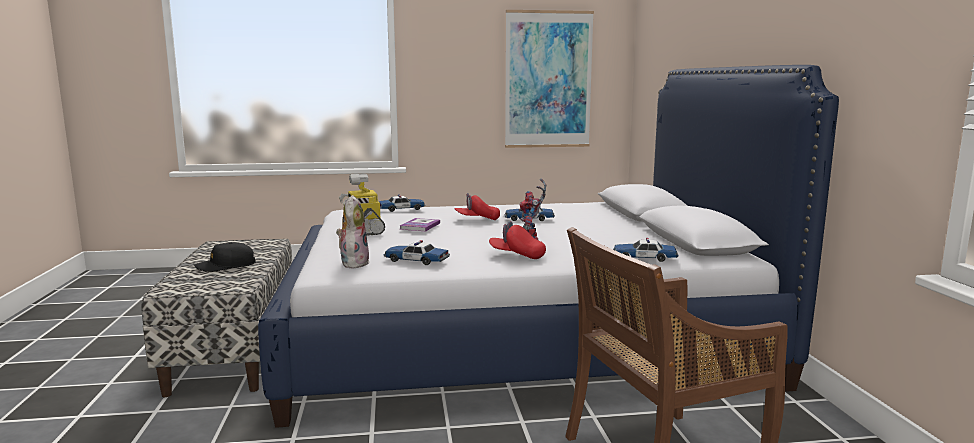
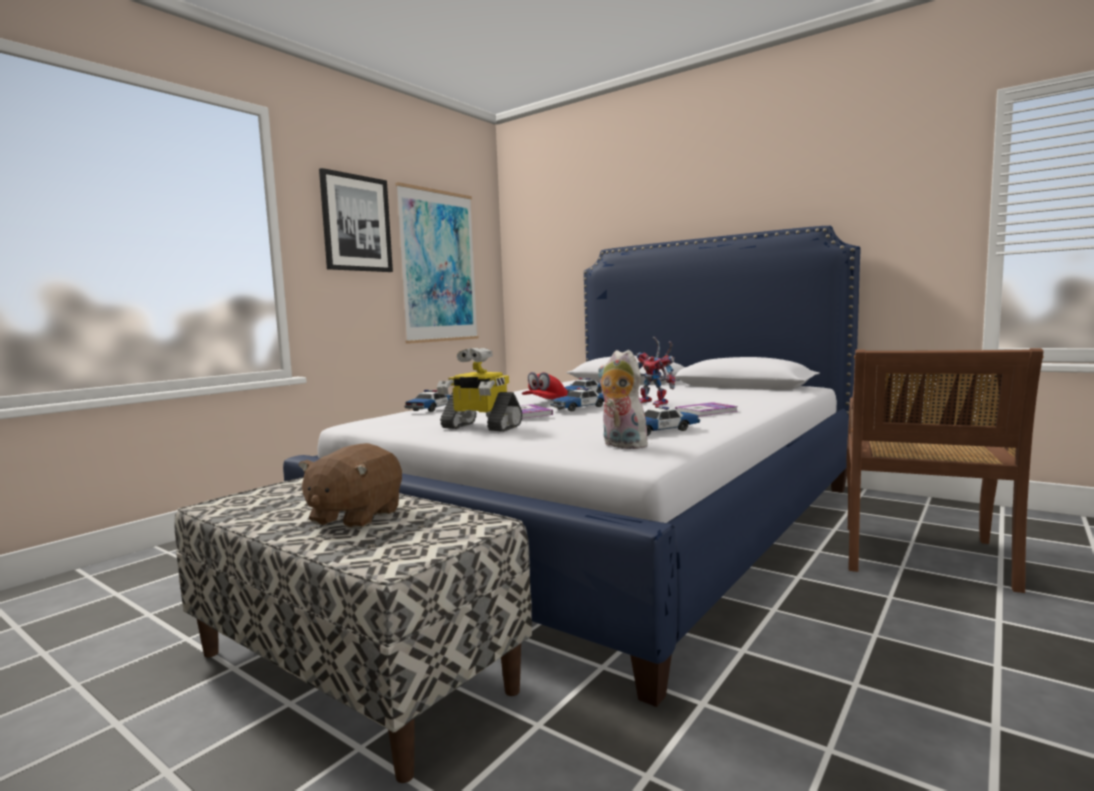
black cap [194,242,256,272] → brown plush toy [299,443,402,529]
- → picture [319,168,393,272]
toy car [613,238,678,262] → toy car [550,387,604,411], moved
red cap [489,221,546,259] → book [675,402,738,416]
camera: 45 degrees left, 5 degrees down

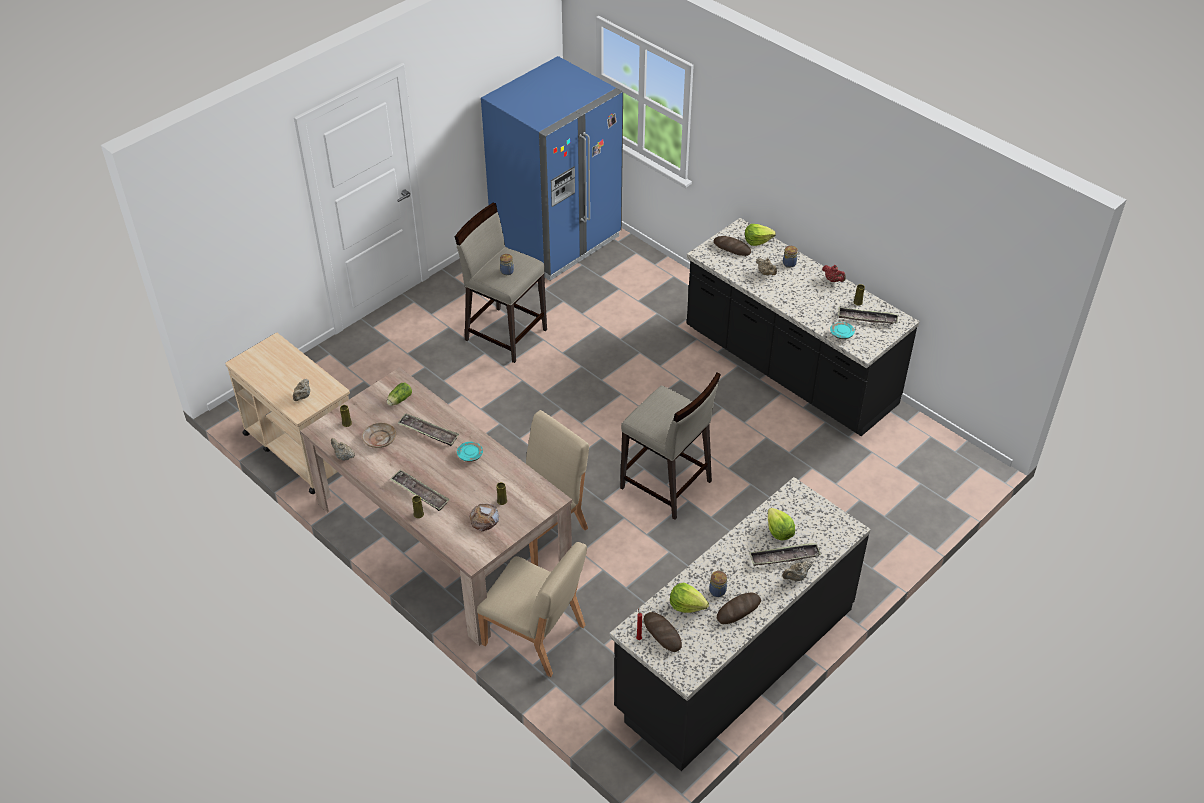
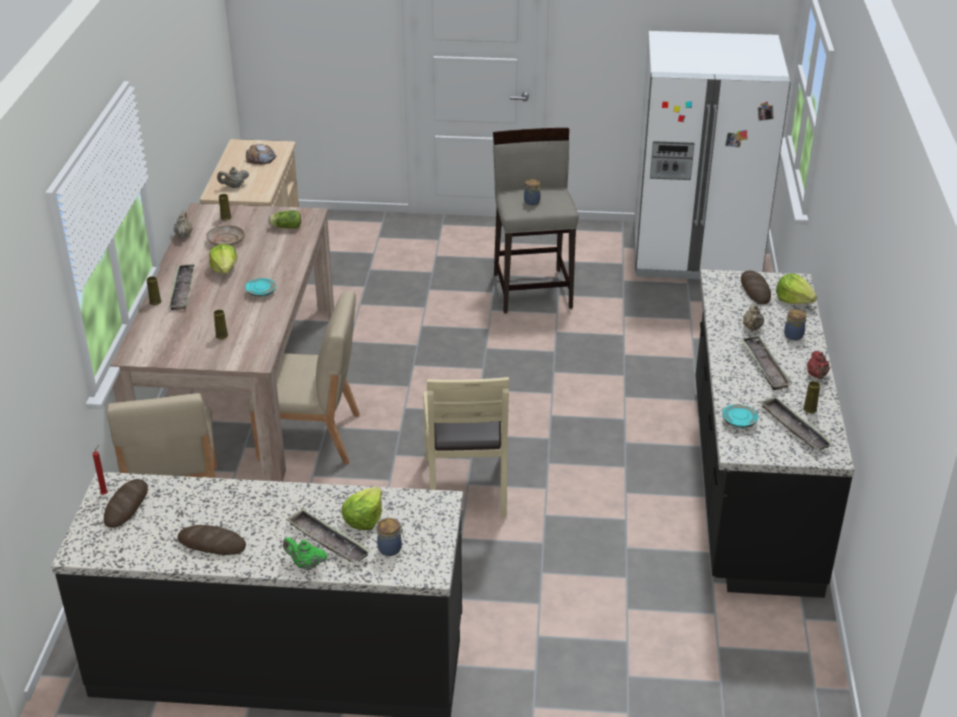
lettuce [670,582,709,613] → lettuce [209,244,237,274], moved
bread [469,504,499,532] → bread [246,144,276,164], moved
beige teapot [782,561,812,581] → green teapot [283,537,327,570]
jar [709,570,727,597] → jar [377,518,404,556], moved
beige stool [620,372,721,520] → beige chair [423,377,509,517]
blue fridge [481,56,623,281] → white fridge [634,31,791,279]
tray [397,413,459,446] → tray [740,335,792,390], moved
camera: 50 degrees right, 10 degrees down

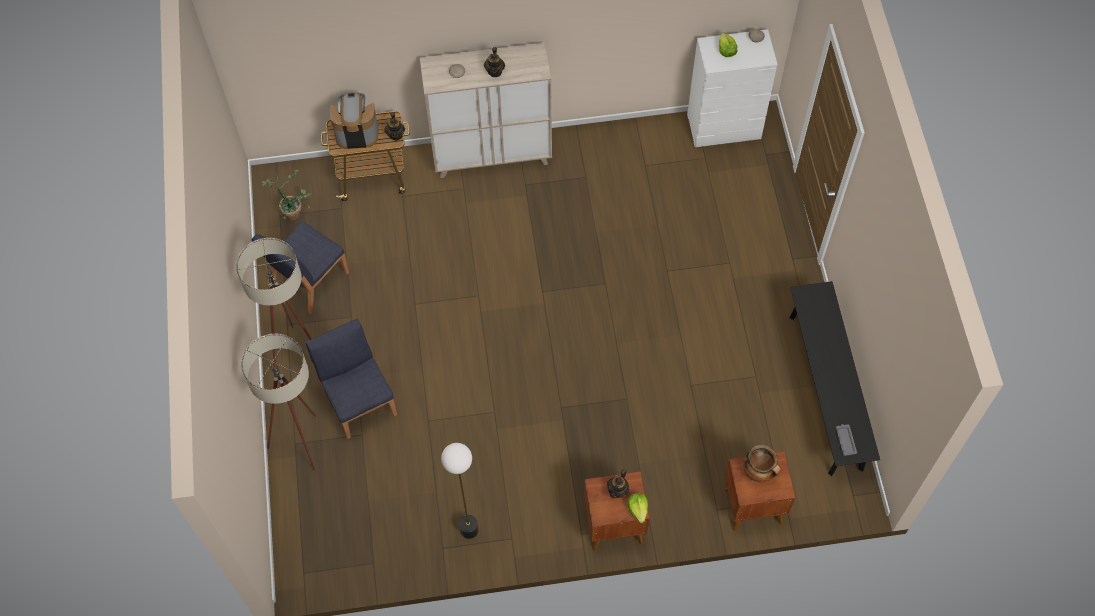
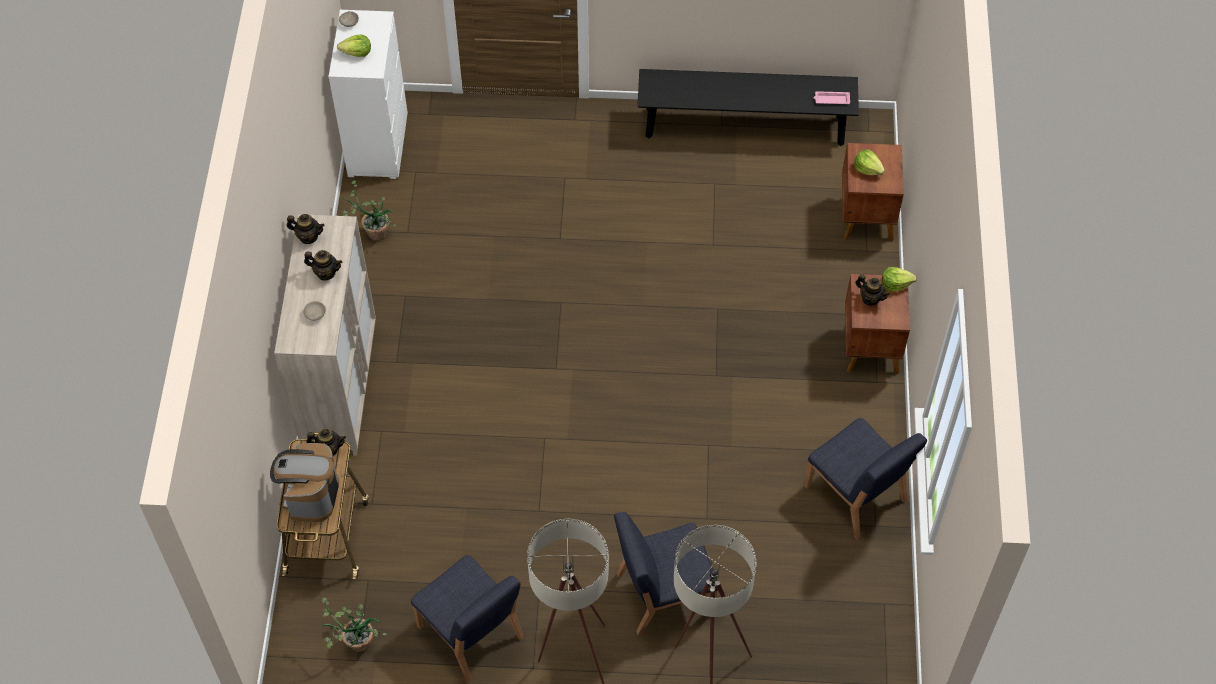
- → teapot [287,214,325,244]
- → potted plant [342,180,397,241]
floor lamp [441,443,478,539] → blue chair [804,418,927,540]
grey tray [836,424,857,456] → pink tray [813,91,850,104]
cooking pot [743,445,781,482] → lettuce [854,149,885,175]
camera: 80 degrees left, 5 degrees down

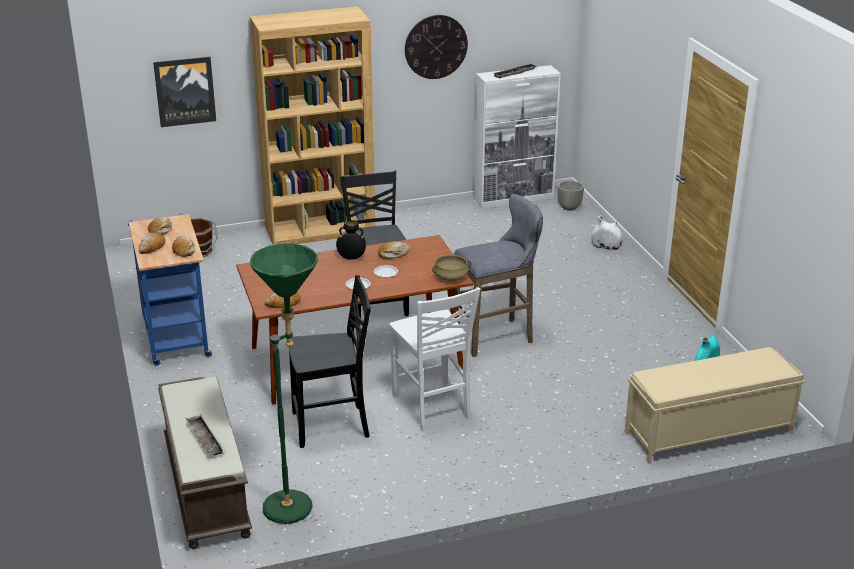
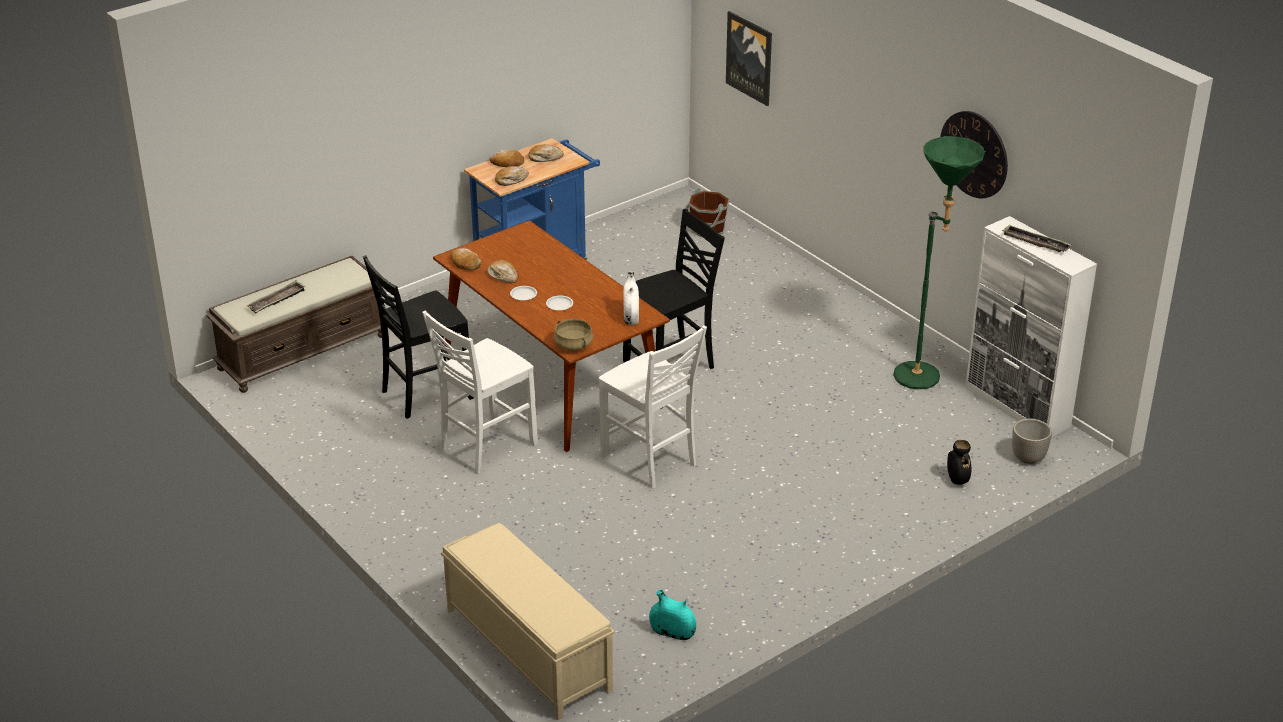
black chair [289,275,371,448] → black chair [363,255,474,419], 90 degrees clockwise
bread [378,241,411,259] → bread [487,260,519,283], moved
grey stool [454,194,543,357] → white chair [599,325,707,489]
white vase [591,216,623,250] → white vase [623,271,639,325], moved
green floor lamp [250,243,318,524] → green floor lamp [893,136,985,389], moved
black vase [336,220,366,260] → black vase [947,440,971,485], moved
brown bookcase [250,7,376,245] → -
camera: 70 degrees right, 5 degrees up

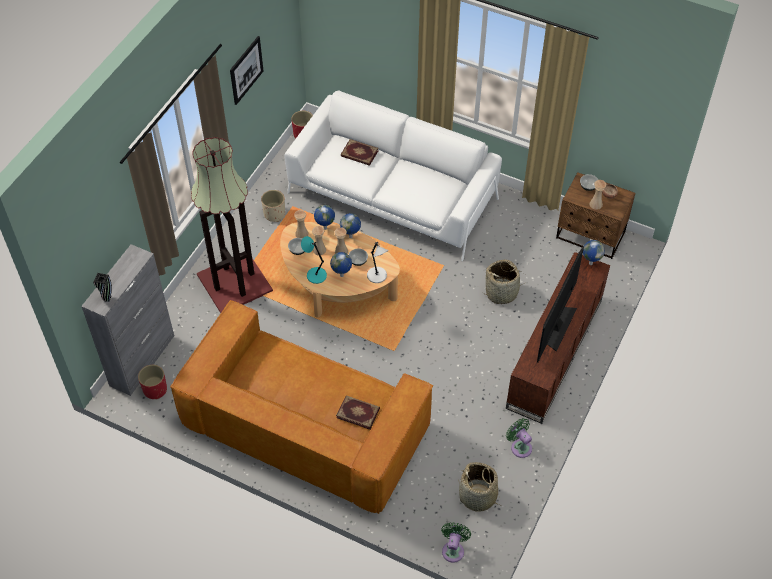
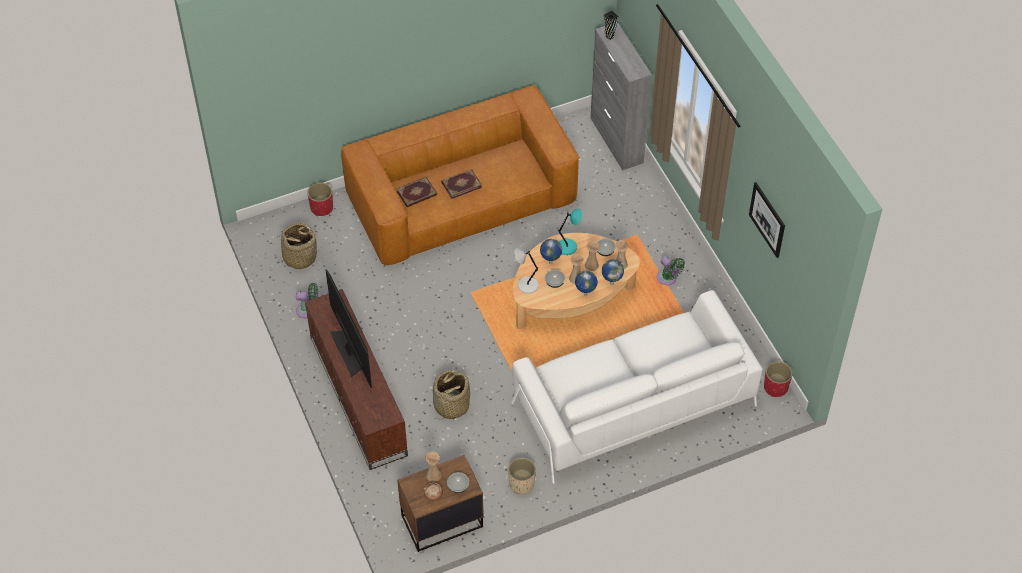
red planter [138,365,167,399] → red planter [307,183,333,216], moved
book [341,139,379,166] → book [441,169,482,199], moved
beige planter [261,190,285,222] → beige planter [508,457,536,494], moved
green fan [441,522,471,563] → green fan [657,256,685,285], moved
floor lamp [191,137,273,313] → -
globe [583,240,605,265] → -
camera: 130 degrees right, 0 degrees up

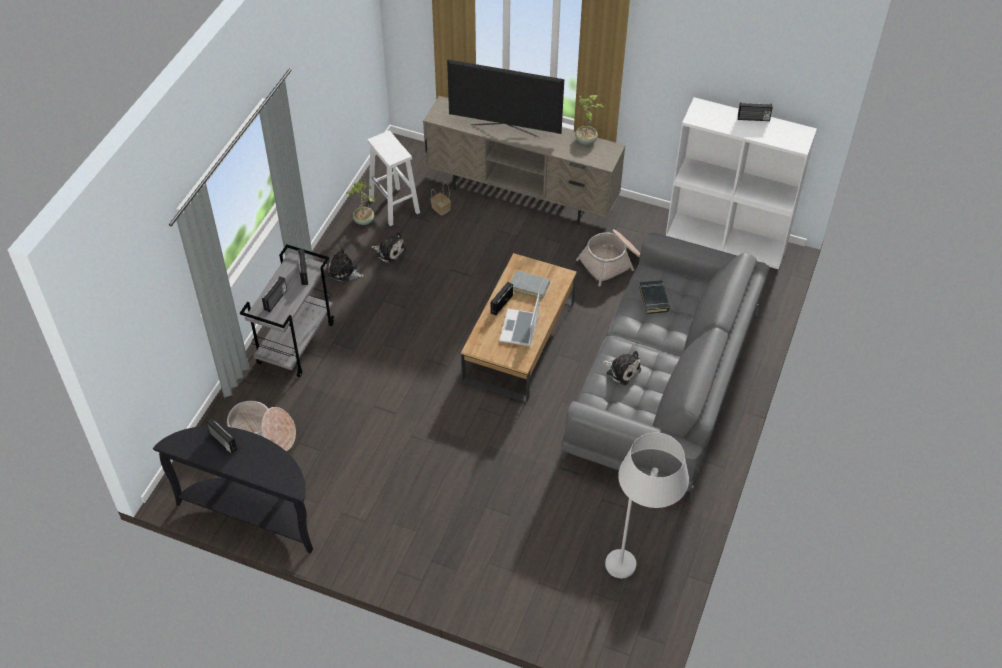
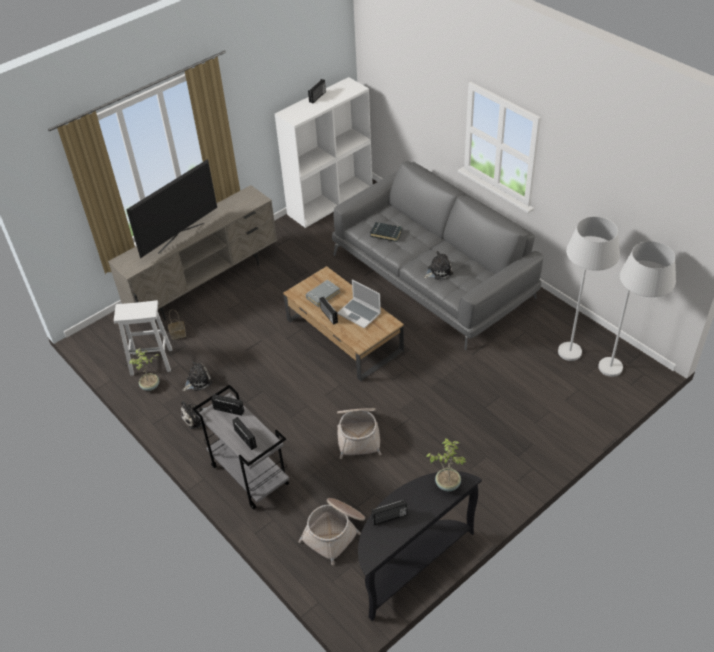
basket [576,229,640,286] → basket [337,408,381,459], moved
potted plant [575,95,603,145] → potted plant [426,438,467,491], moved
- → white floor lamp [598,241,676,377]
camera: 60 degrees left, 5 degrees down

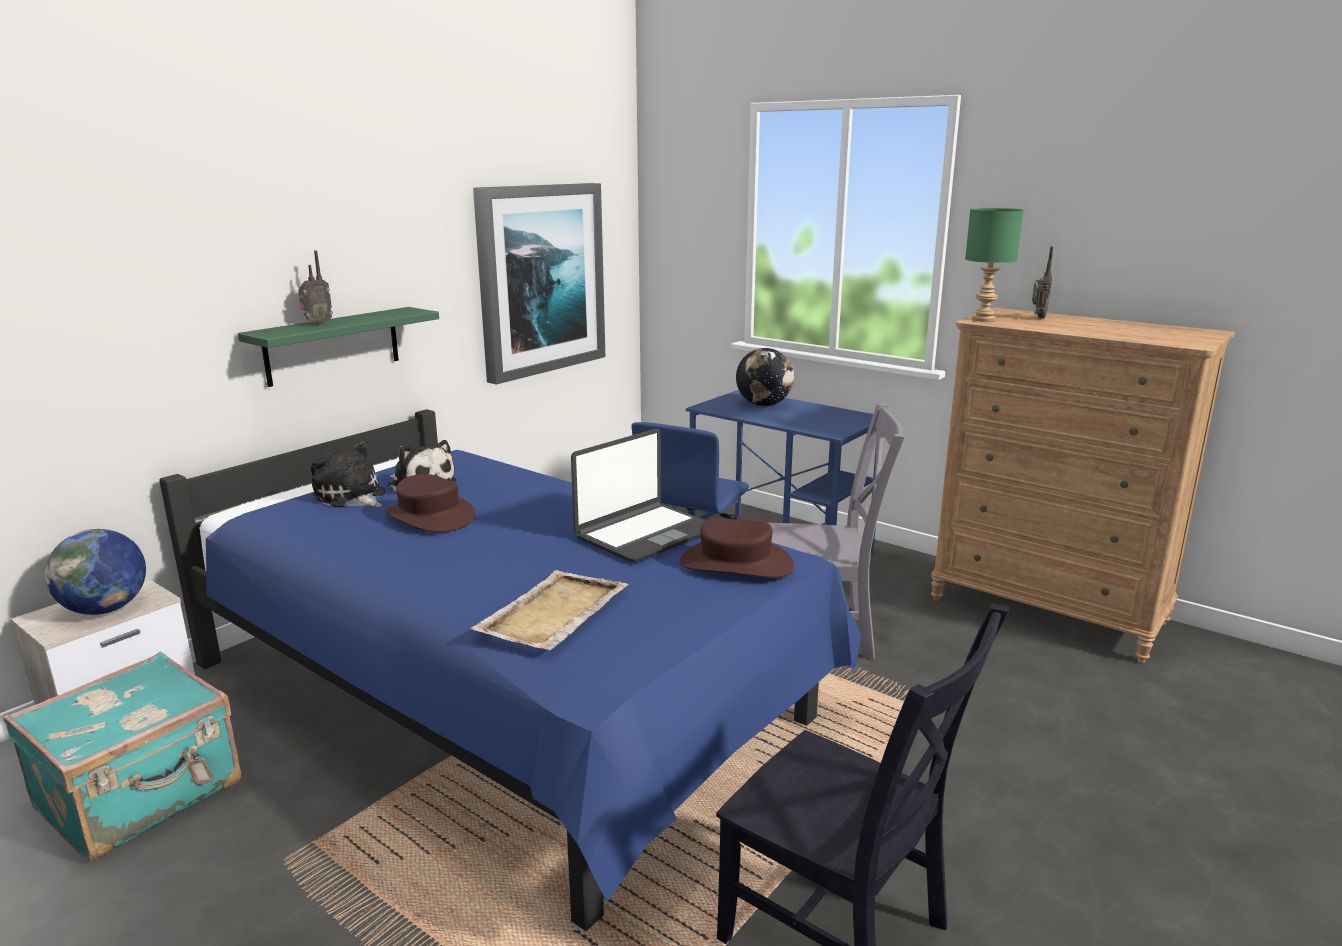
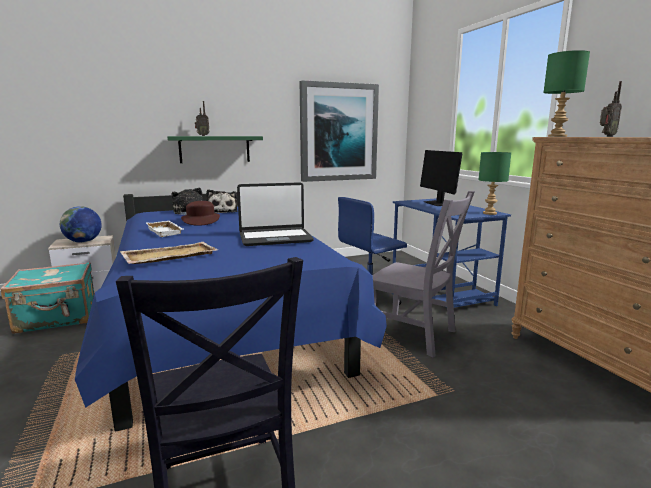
- → white tray [146,221,183,237]
globe [736,348,794,406] → monitor [420,150,462,206]
- → green table lamp [479,152,511,215]
brown hat [680,518,794,578] → -
camera: 30 degrees right, 5 degrees down

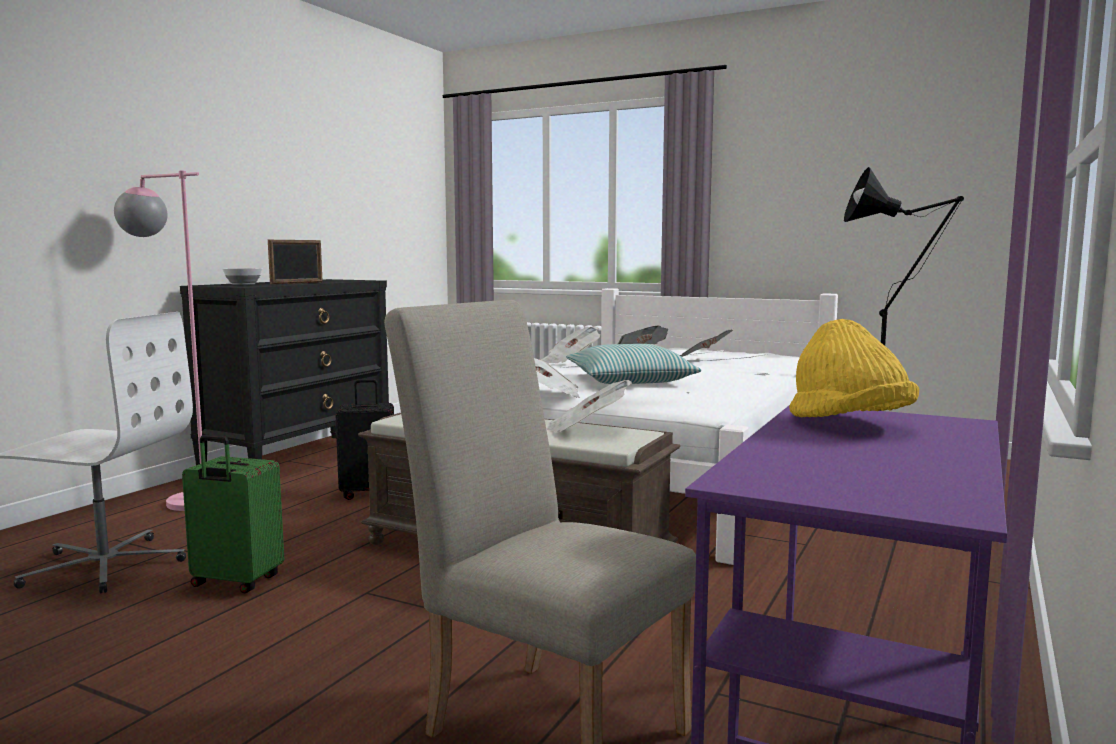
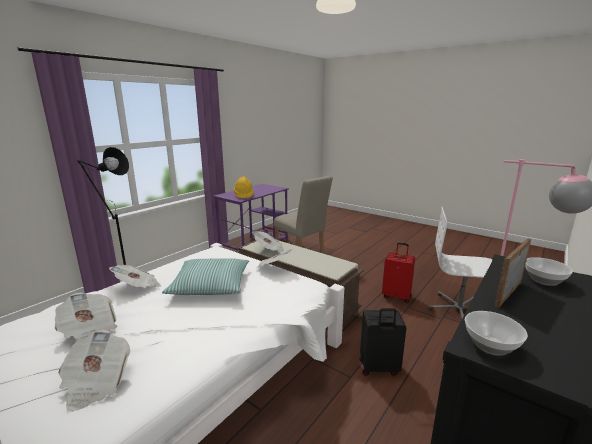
newspaper [541,327,600,364] → newspaper [109,265,161,288], moved
green suitcase [182,435,284,593] → red suitcase [382,242,415,303]
- → bowl [465,311,528,356]
camera: 170 degrees left, 10 degrees up

